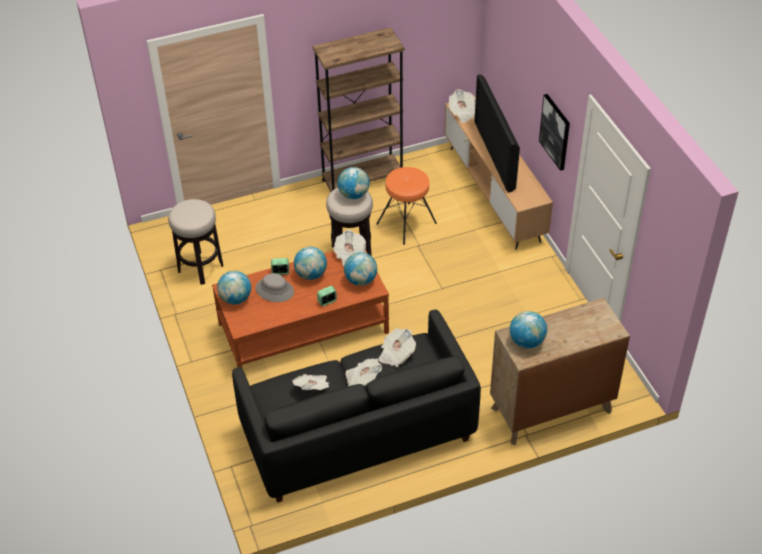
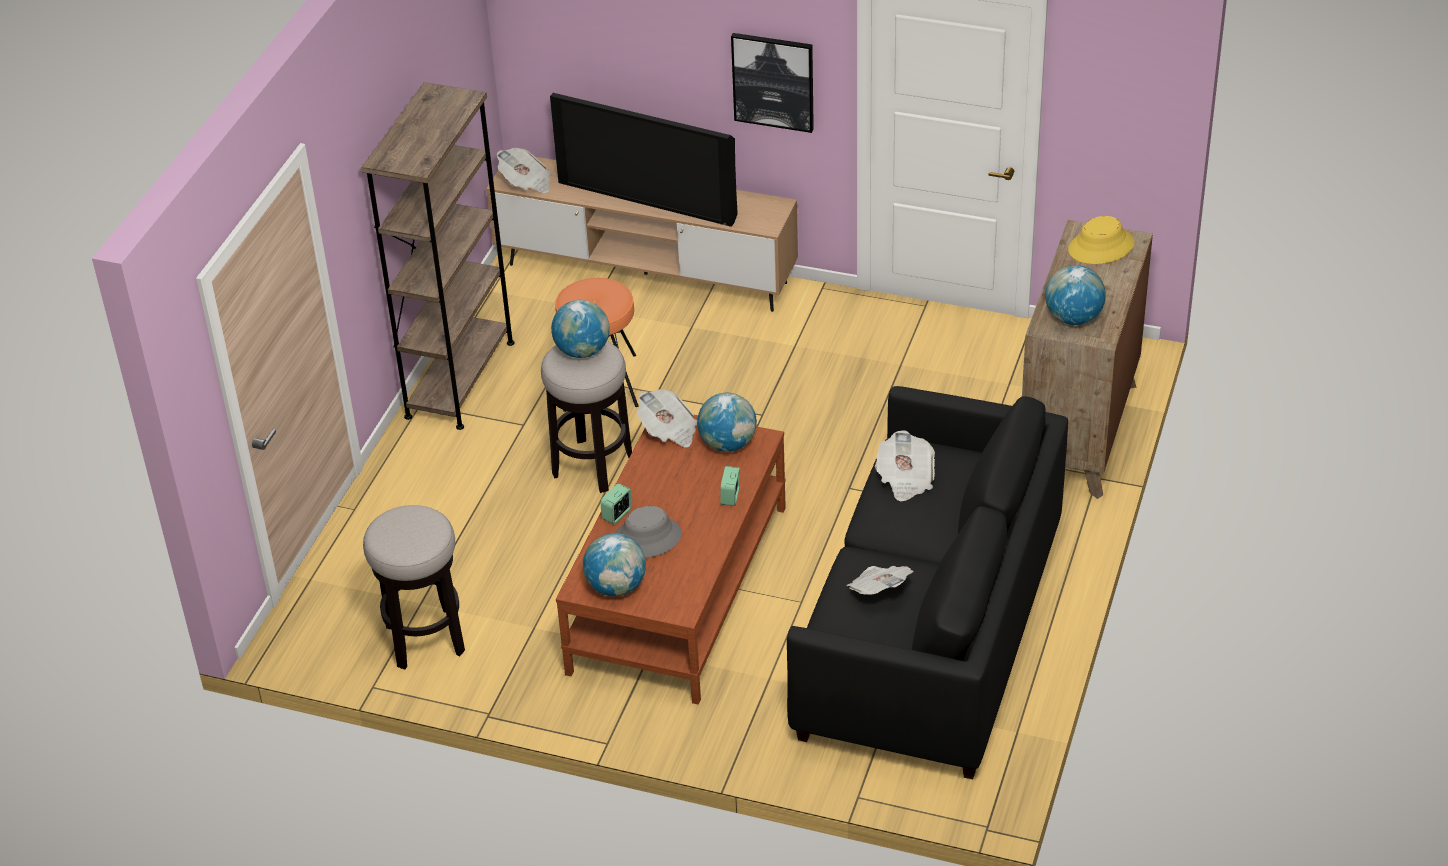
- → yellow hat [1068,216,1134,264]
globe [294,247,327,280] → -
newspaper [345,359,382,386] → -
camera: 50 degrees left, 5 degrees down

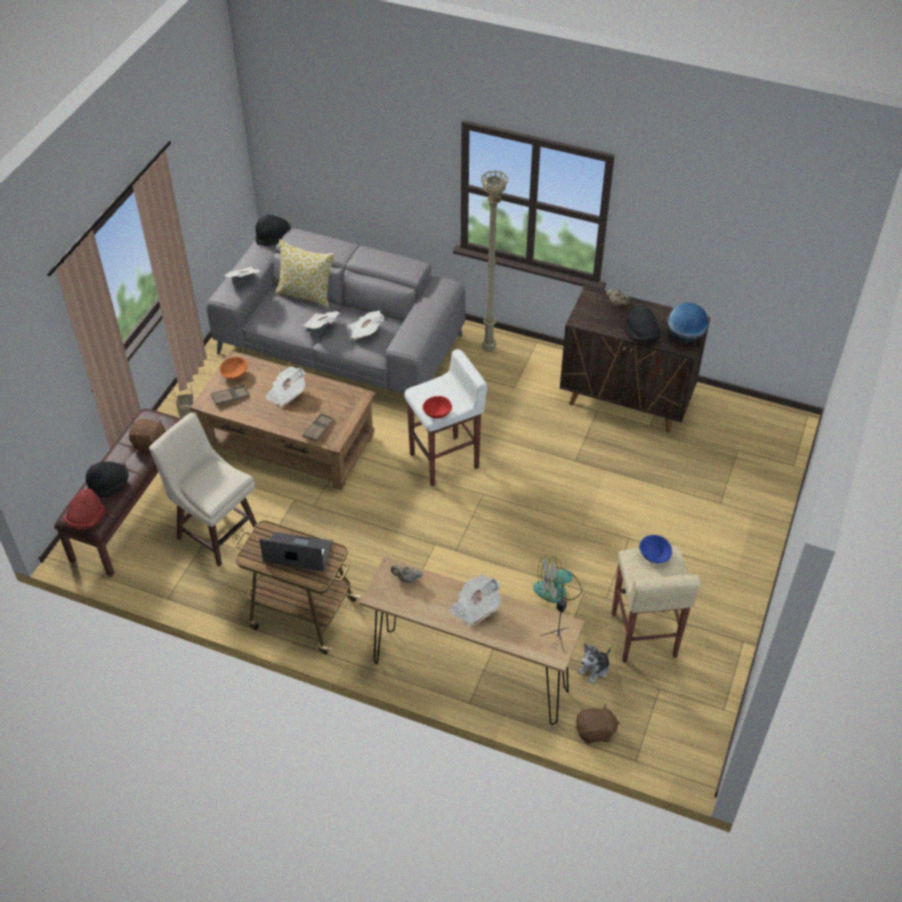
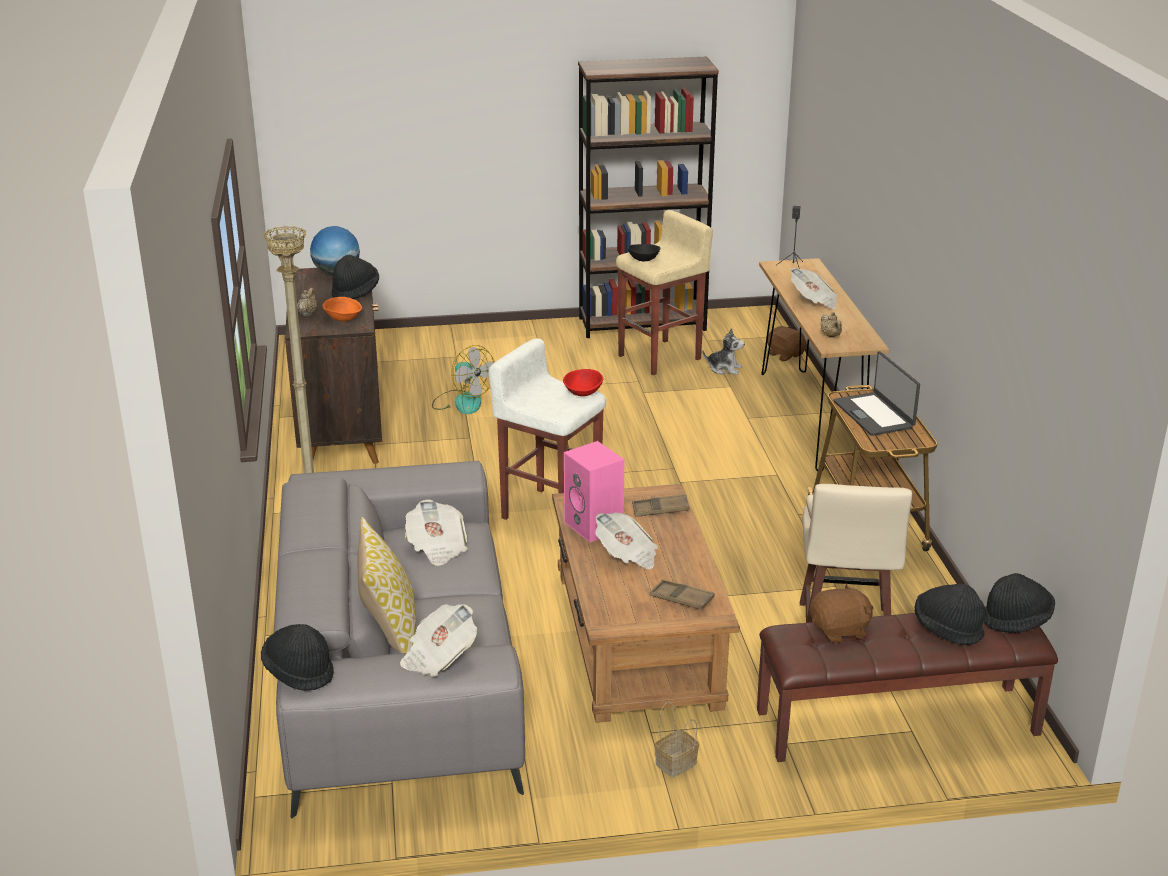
orange bowl [220,357,247,379] → orange bowl [322,297,362,321], moved
fan [533,554,582,603] → fan [432,345,495,414], moved
- → pink speaker [564,441,625,542]
- → brown bookcase [578,57,719,338]
blue bowl [639,535,672,563] → black bowl [627,244,661,261]
brown plush toy [129,419,166,450] → brown plush toy [810,583,873,644], 90 degrees clockwise
red hat [64,489,105,529] → black hat [984,573,1055,633]
newspaper [303,311,340,329] → -
camera: 120 degrees left, 20 degrees down

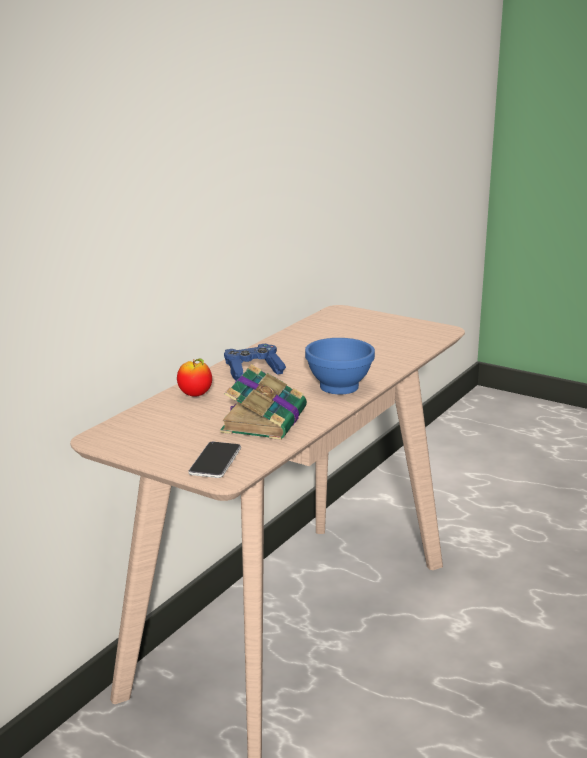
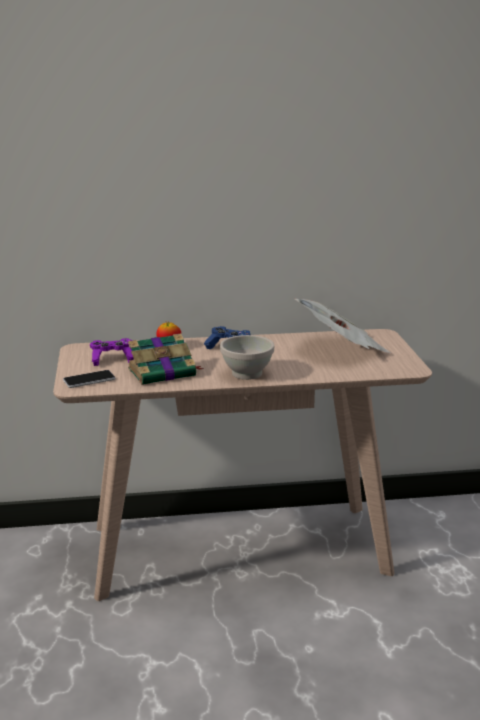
- → purple game controller [90,338,134,366]
blue bowl [305,338,375,394] → white bowl [220,335,274,380]
- → newspaper [295,299,392,353]
camera: 50 degrees right, 0 degrees up

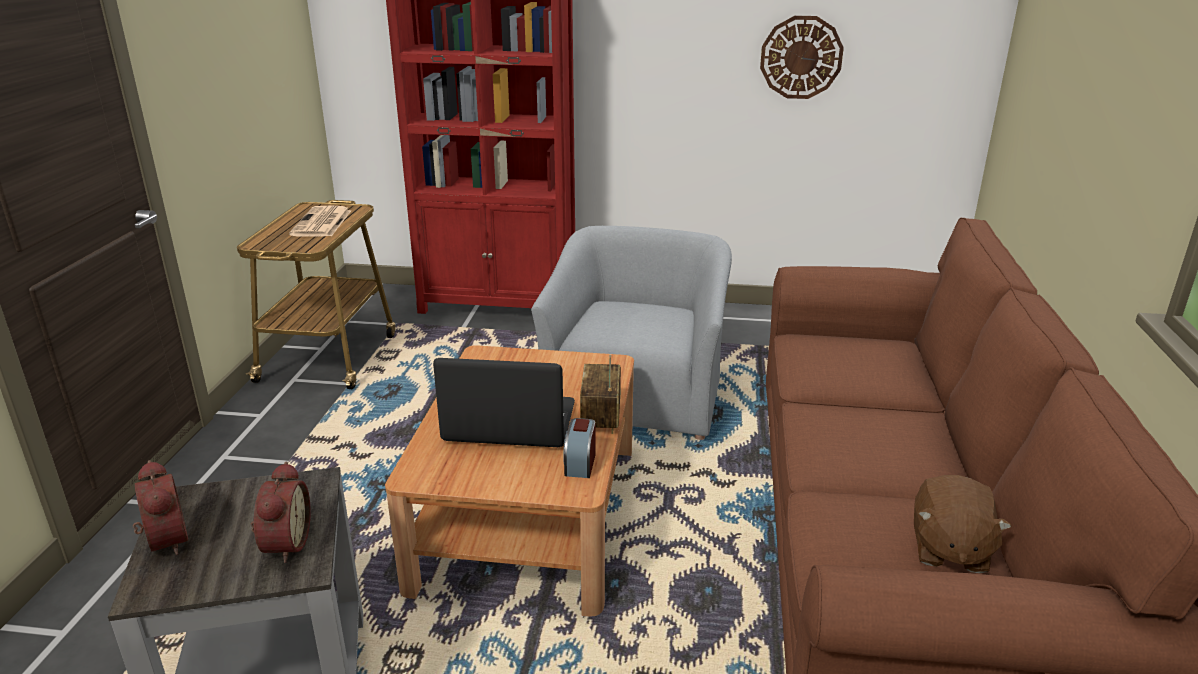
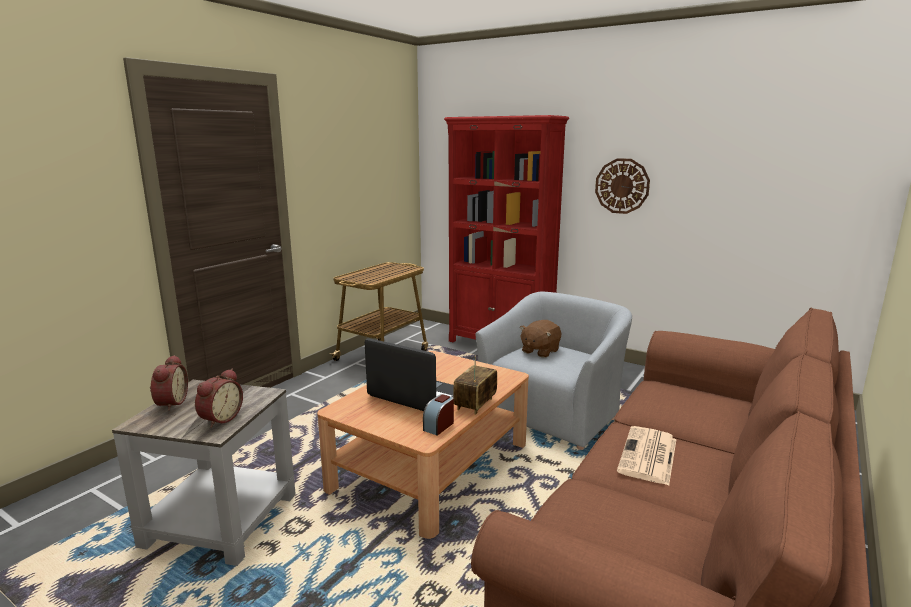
brown plush toy [914,475,1012,573] → brown plush toy [520,320,561,358], moved
wall clock [760,16,844,99] → wall clock [595,158,650,214], moved
newspaper [289,205,351,237] → newspaper [617,426,677,485], moved
camera: 25 degrees right, 10 degrees down

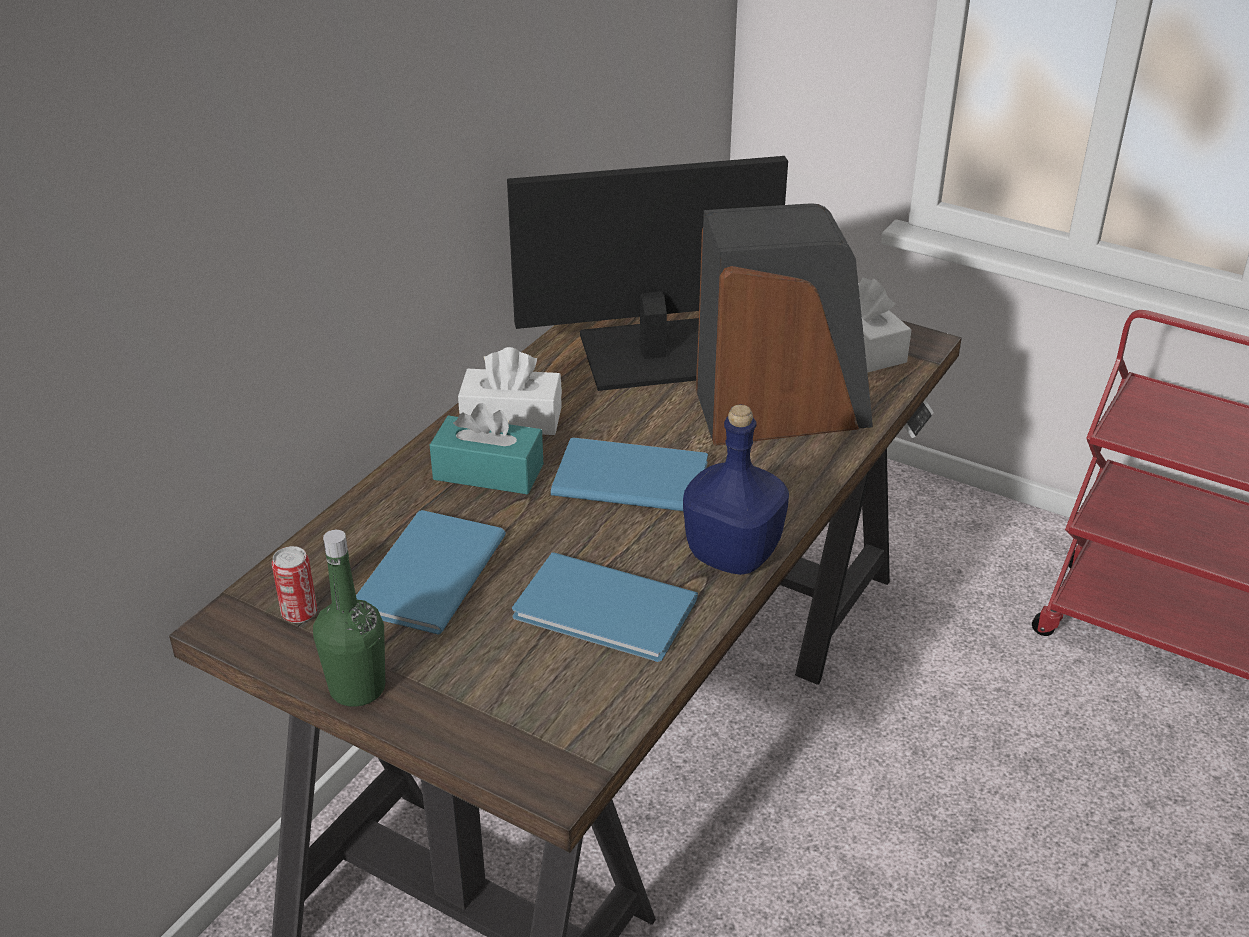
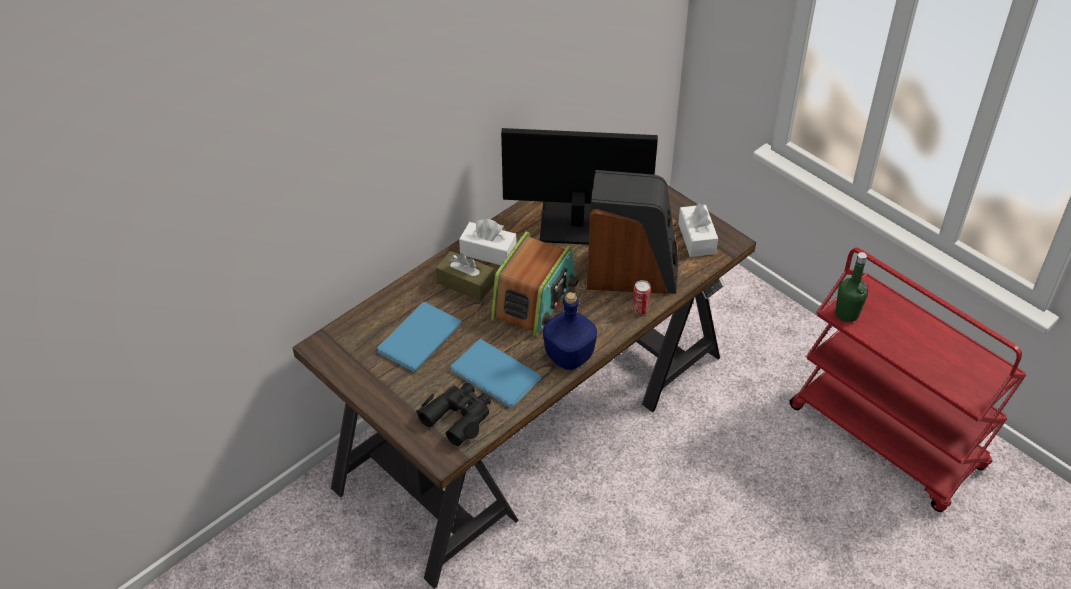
- → black binoculars [416,383,491,446]
turquoise tissue box [430,403,543,494] → brown tissue box [436,251,495,301]
blue book [551,437,708,511] → radio [491,231,578,337]
can [272,546,317,623] → can [632,280,651,315], moved
green bottle [313,530,385,707] → green bottle [835,252,868,322], moved
camera: 15 degrees right, 10 degrees up

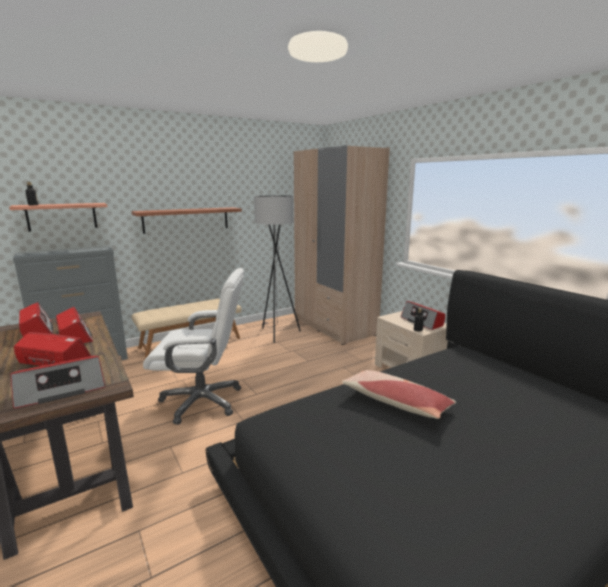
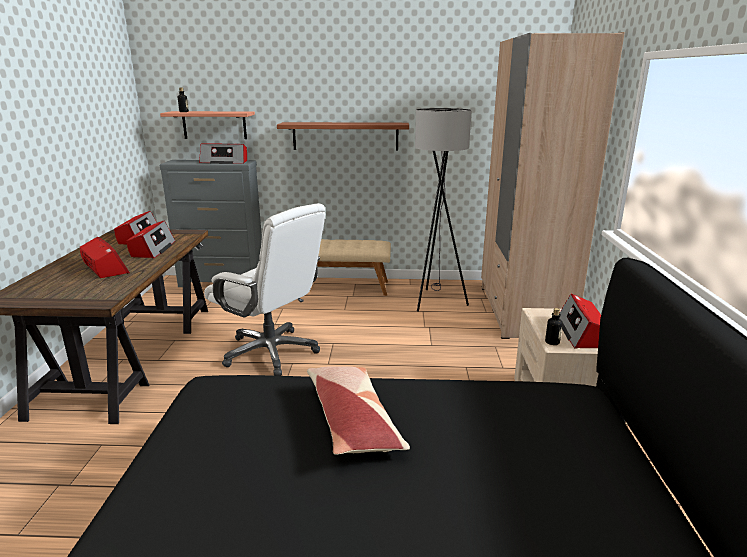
radio [11,356,106,408] → radio [199,143,247,164], moved
camera: 35 degrees right, 5 degrees up

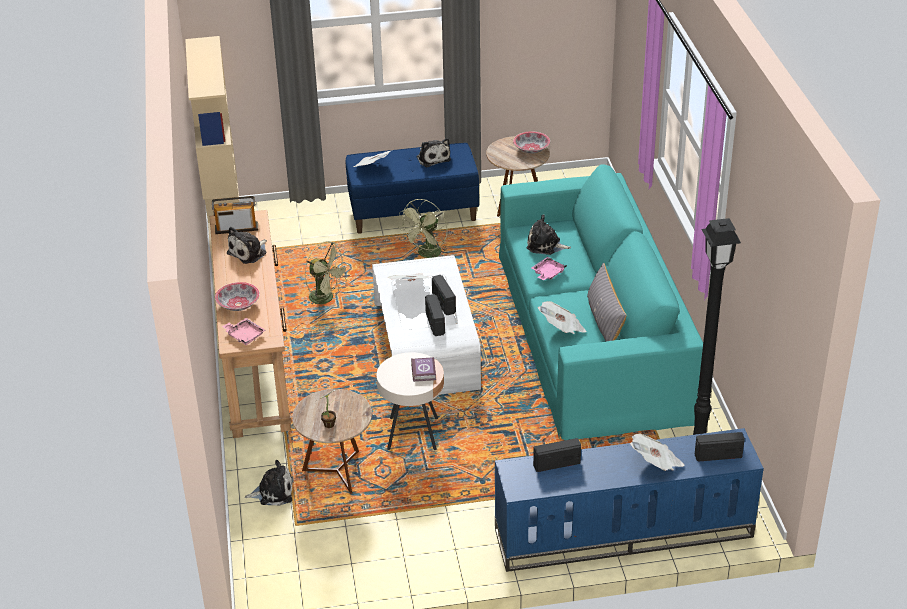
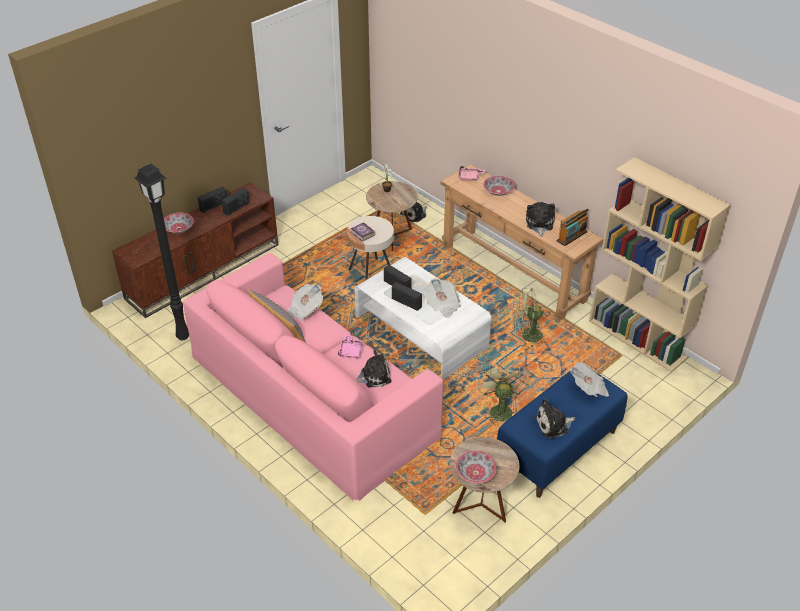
blue tv stand [495,428,764,572] → brown tv stand [112,182,278,318]
newspaper [630,434,684,471] → bowl [164,213,194,234]
turquoise sofa [499,164,703,440] → pink sofa [183,253,443,501]
radio [695,432,745,462] → radio [197,186,227,213], moved
plush toy [417,138,451,167] → plush toy [535,399,575,438], 45 degrees counterclockwise
camera: 145 degrees right, 5 degrees up

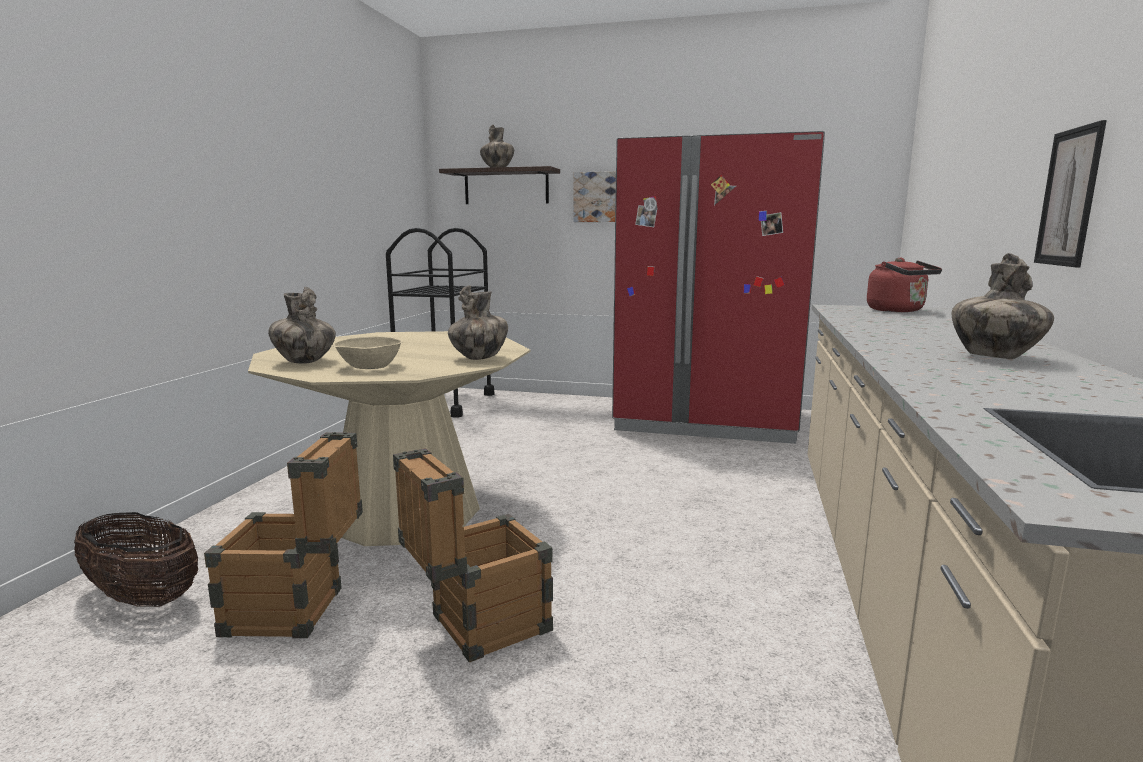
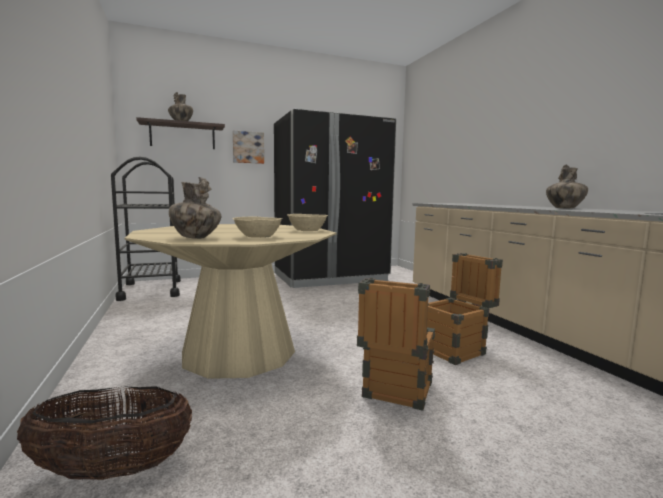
red fridge [612,131,825,444] → black fridge [274,109,396,288]
vase [448,285,508,360] → beige bowl [287,214,328,231]
crate [204,432,363,638] → crate [427,253,503,365], moved
red kettle [867,258,942,312] → -
picture [1034,120,1107,267] → -
camera: 35 degrees left, 5 degrees down

